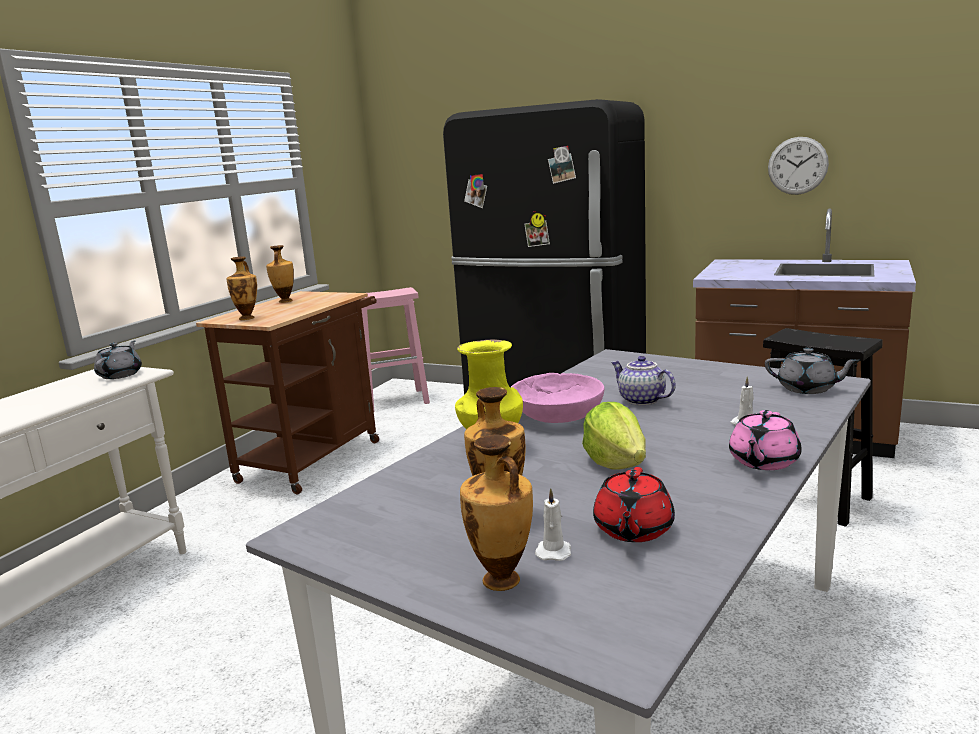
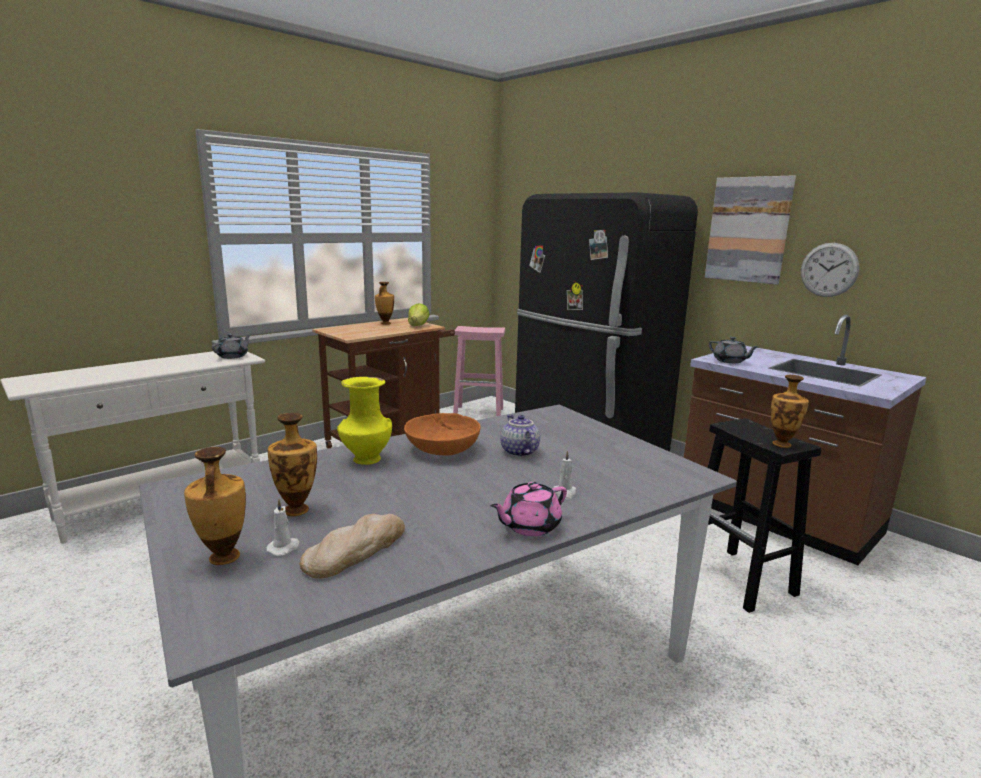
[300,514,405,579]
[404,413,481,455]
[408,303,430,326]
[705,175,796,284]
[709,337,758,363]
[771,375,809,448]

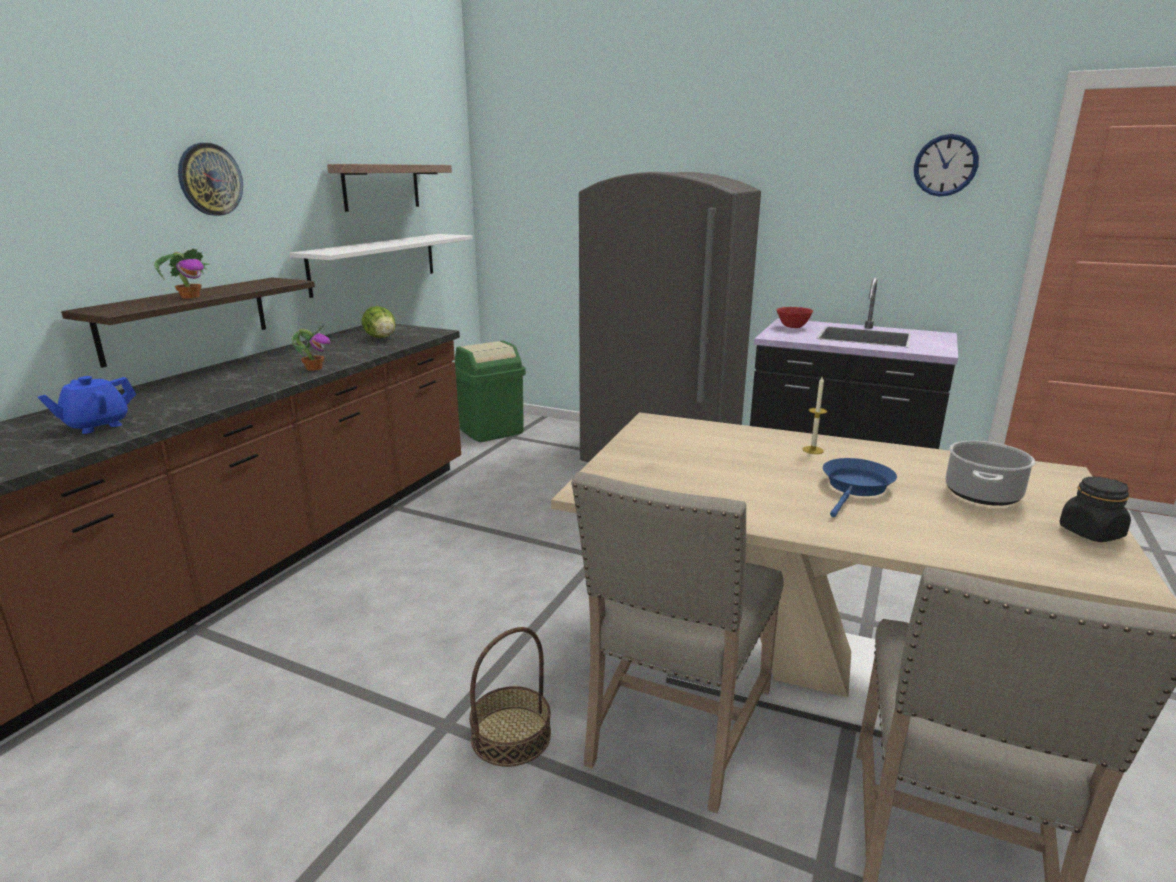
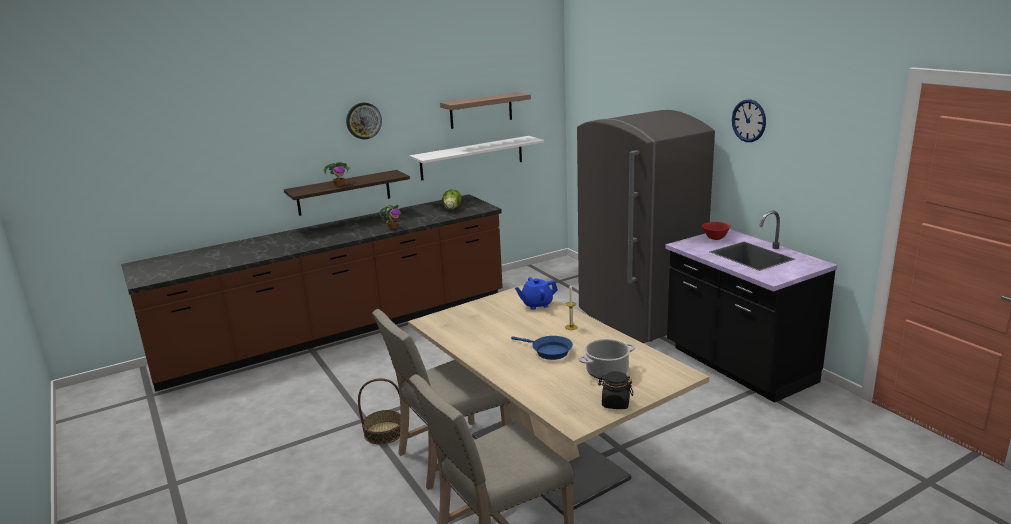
[511,336,573,360]
[515,277,558,310]
[732,99,766,142]
[455,341,526,442] (first image)

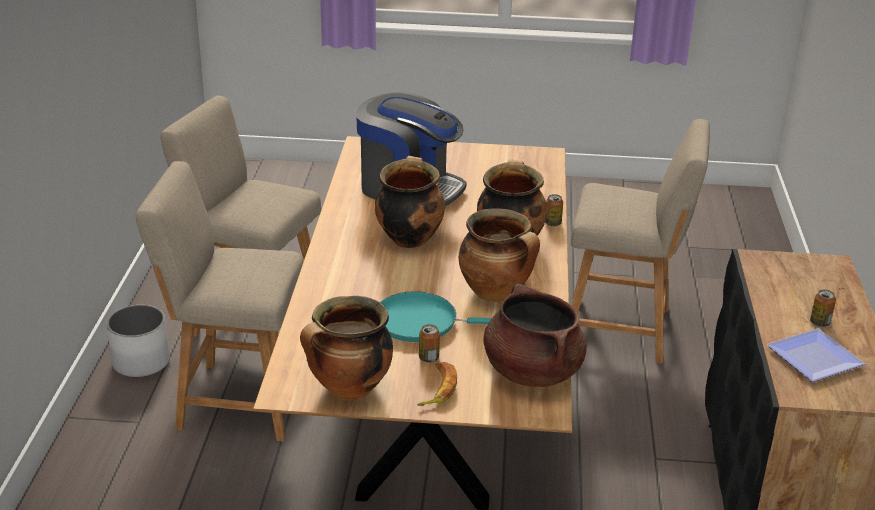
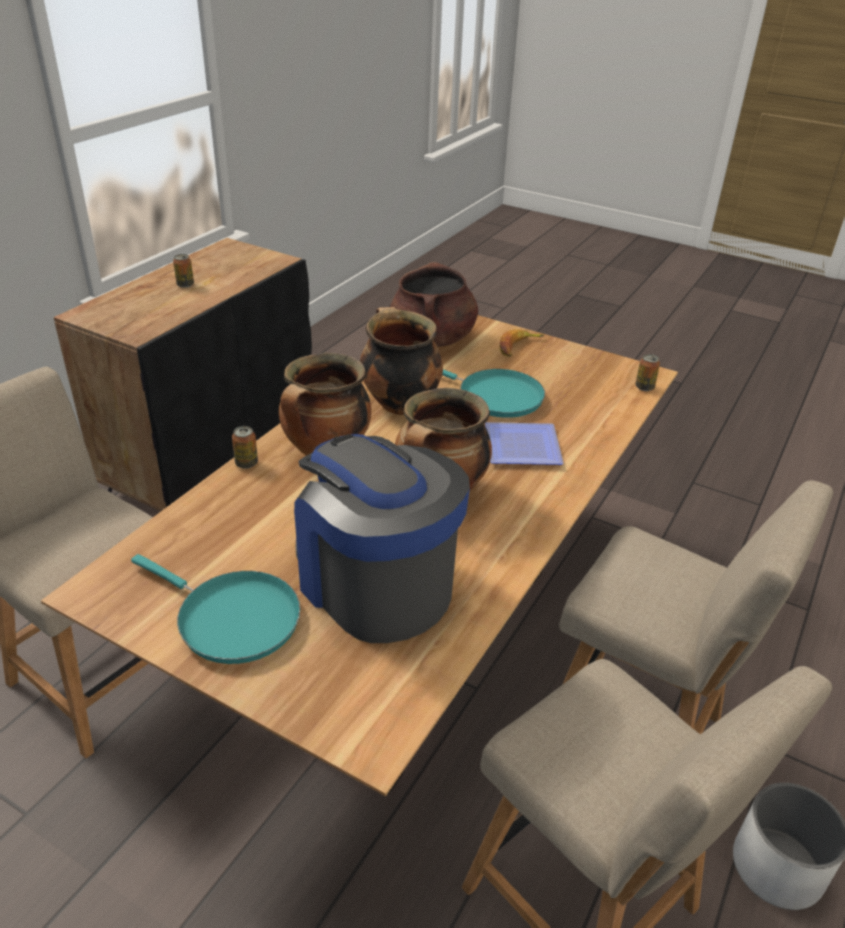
[131,554,300,664]
[485,422,564,465]
[635,354,660,391]
[300,296,393,400] (first image)

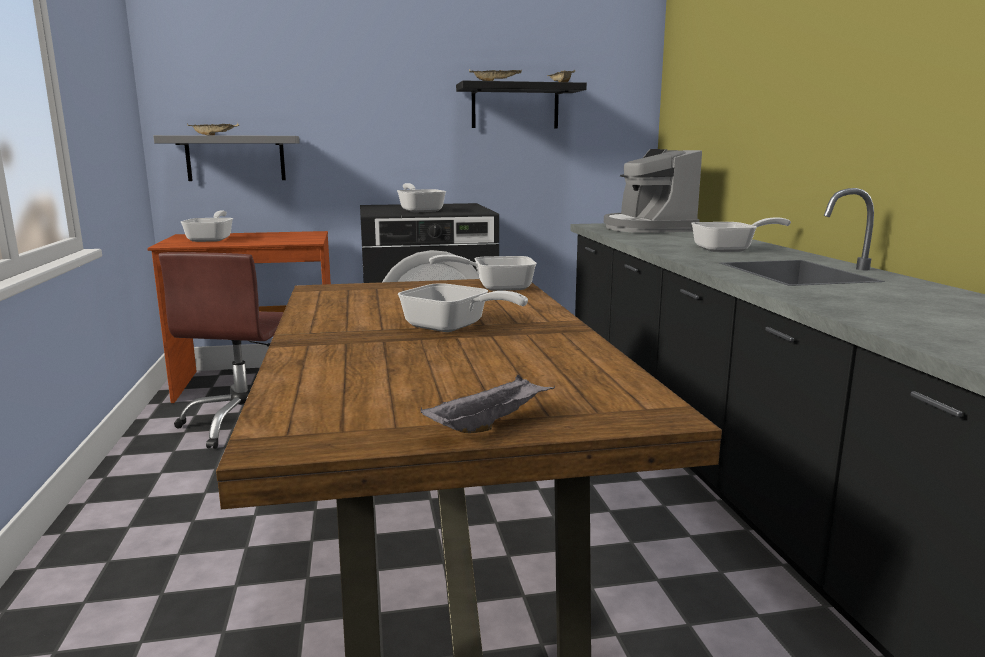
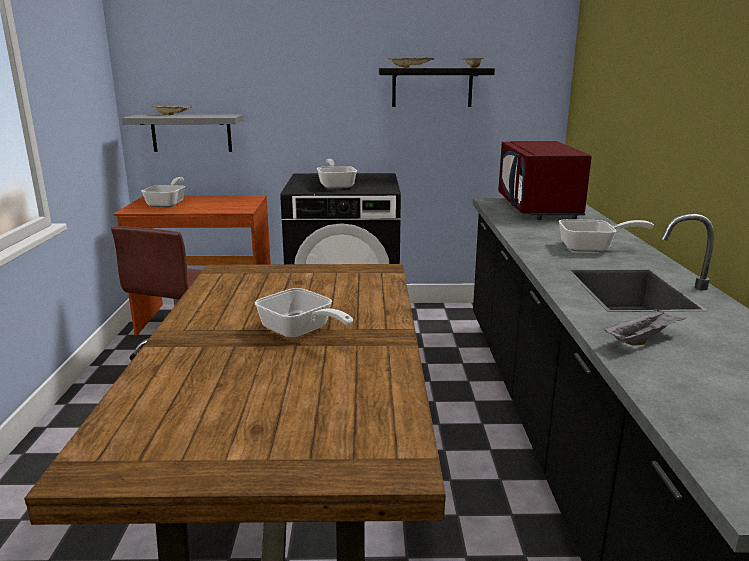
[498,141,592,220]
[604,308,686,346]
[429,255,537,291] (first image)

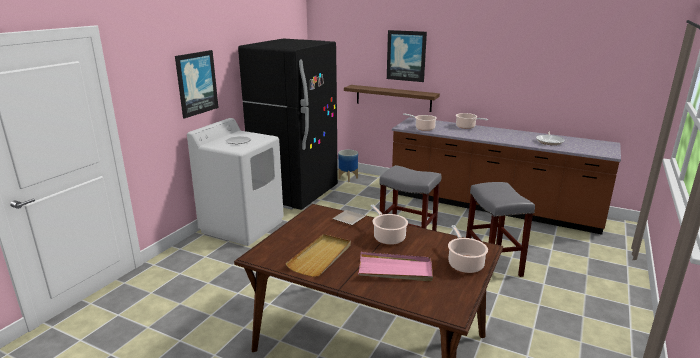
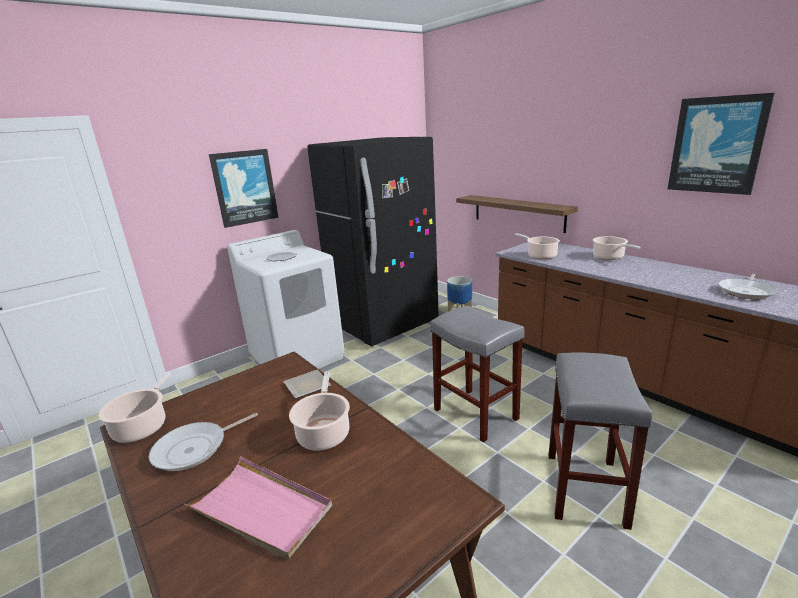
[98,369,178,443]
[149,413,258,471]
[668,93,775,195]

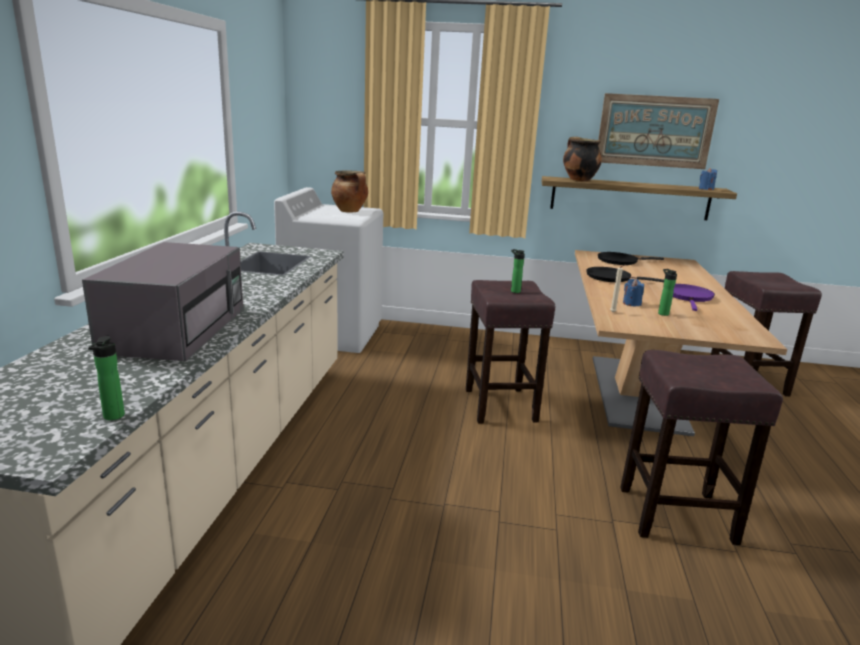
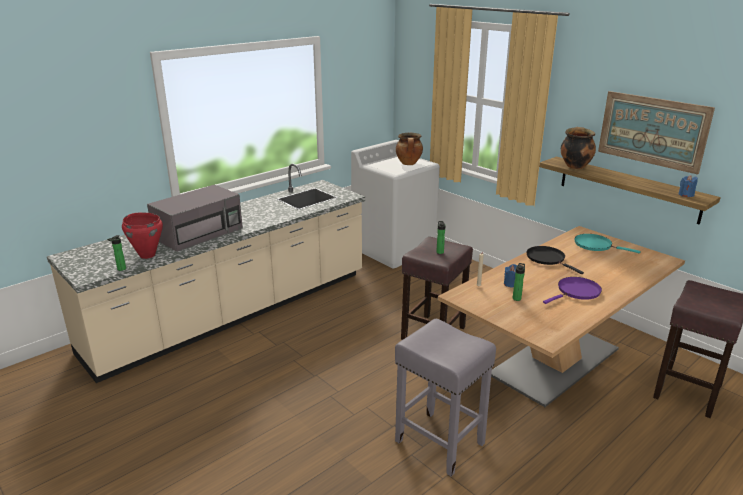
[122,212,163,259]
[395,319,496,477]
[574,234,640,253]

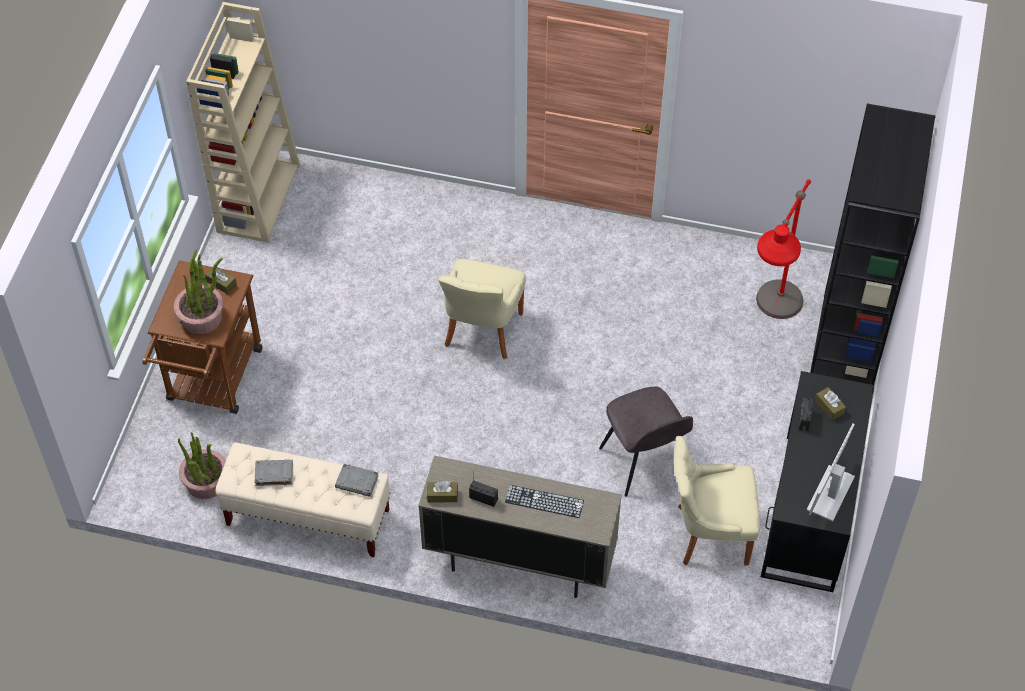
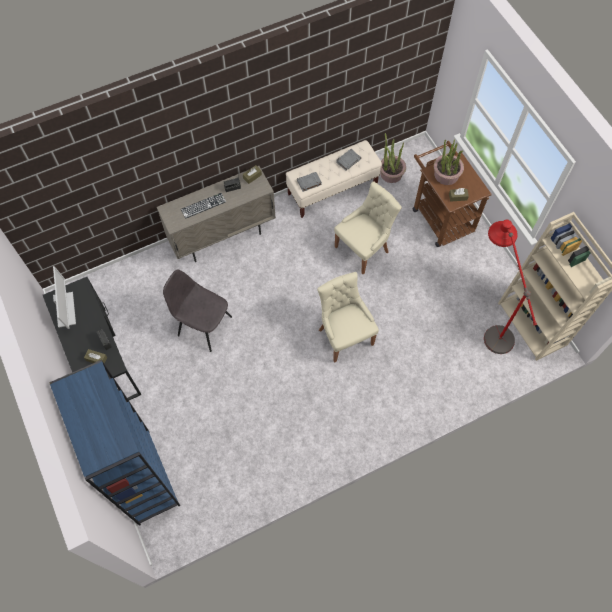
[49,360,180,526]
[334,181,402,274]
[484,220,537,354]

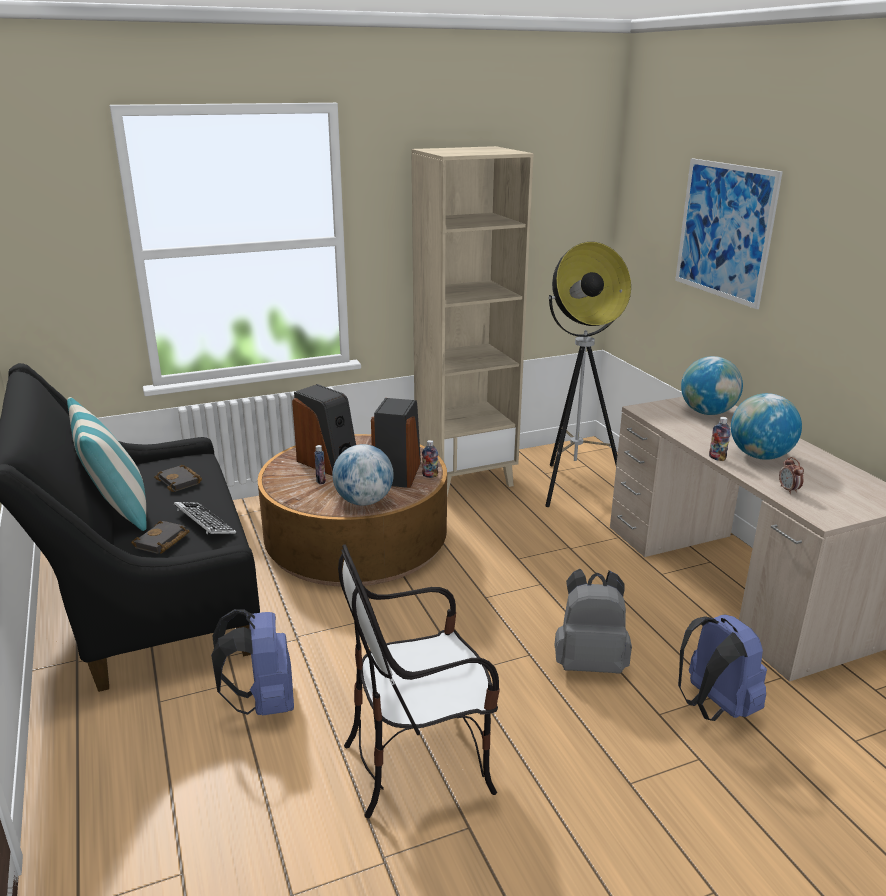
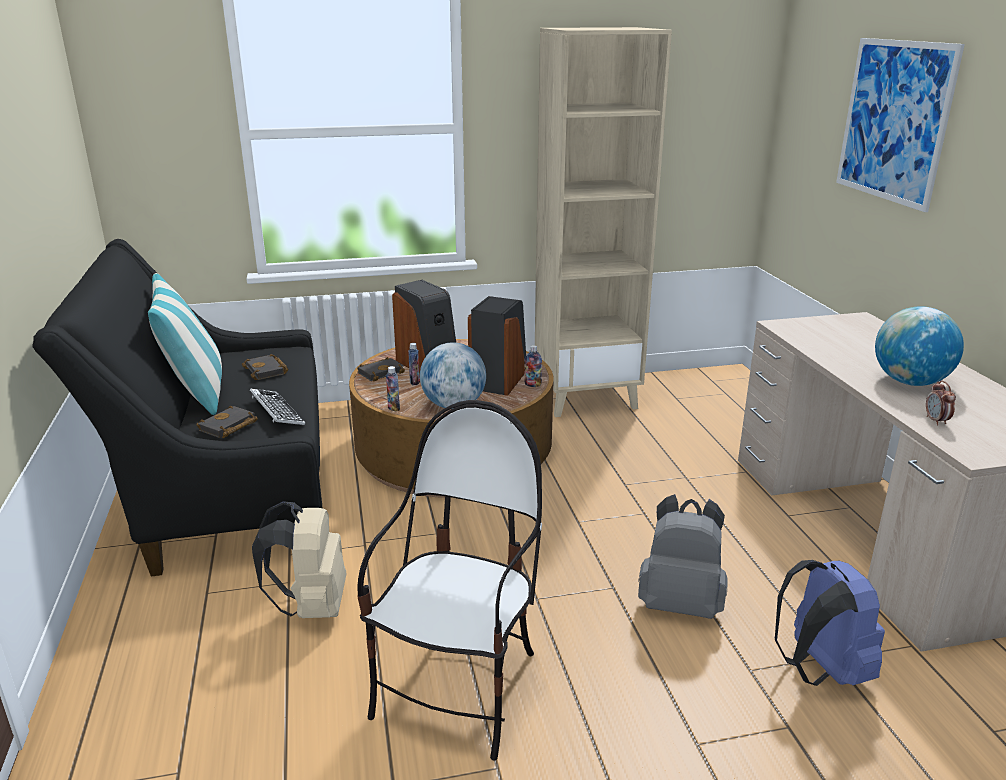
[252,501,346,618]
[357,357,405,382]
[357,400,542,761]
[386,366,400,411]
[545,242,631,507] (first image)
[681,356,743,415] (first image)

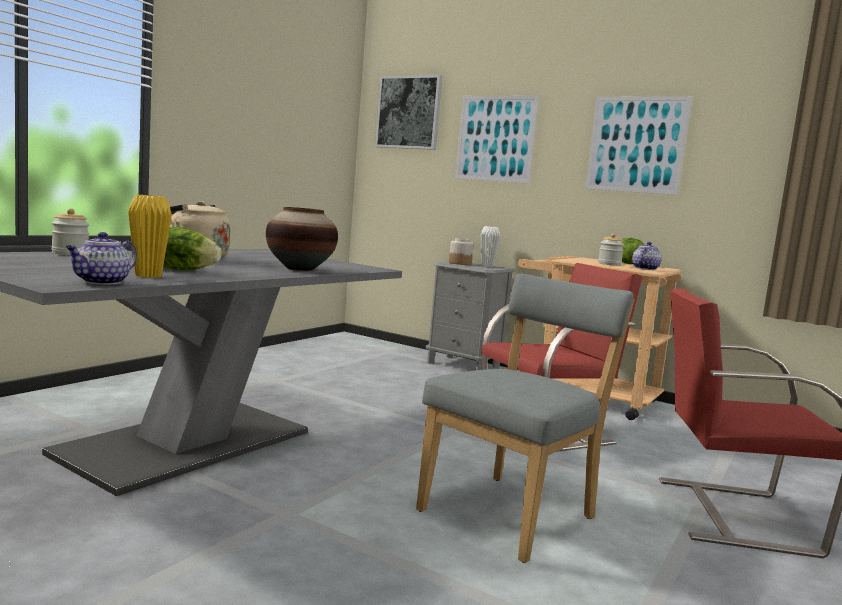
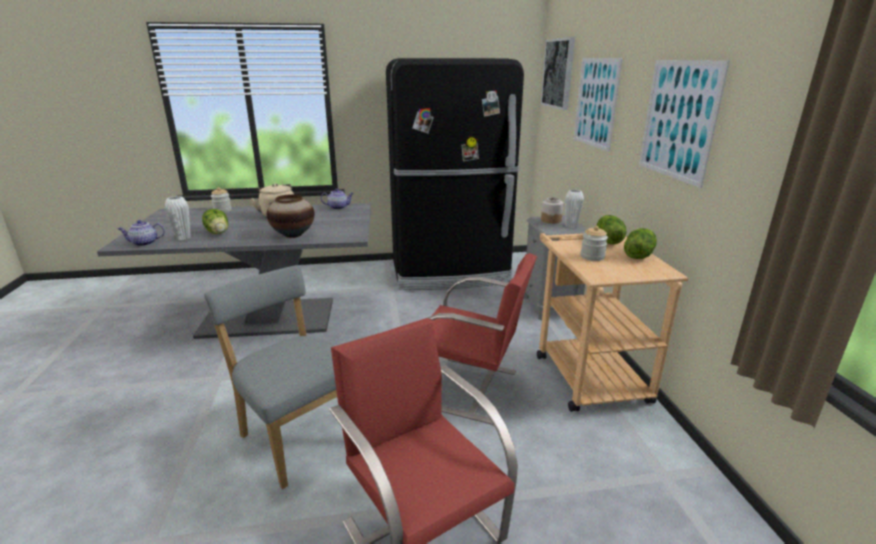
[165,196,191,240]
[204,265,337,489]
[321,188,354,209]
[386,58,524,290]
[597,215,626,244]

